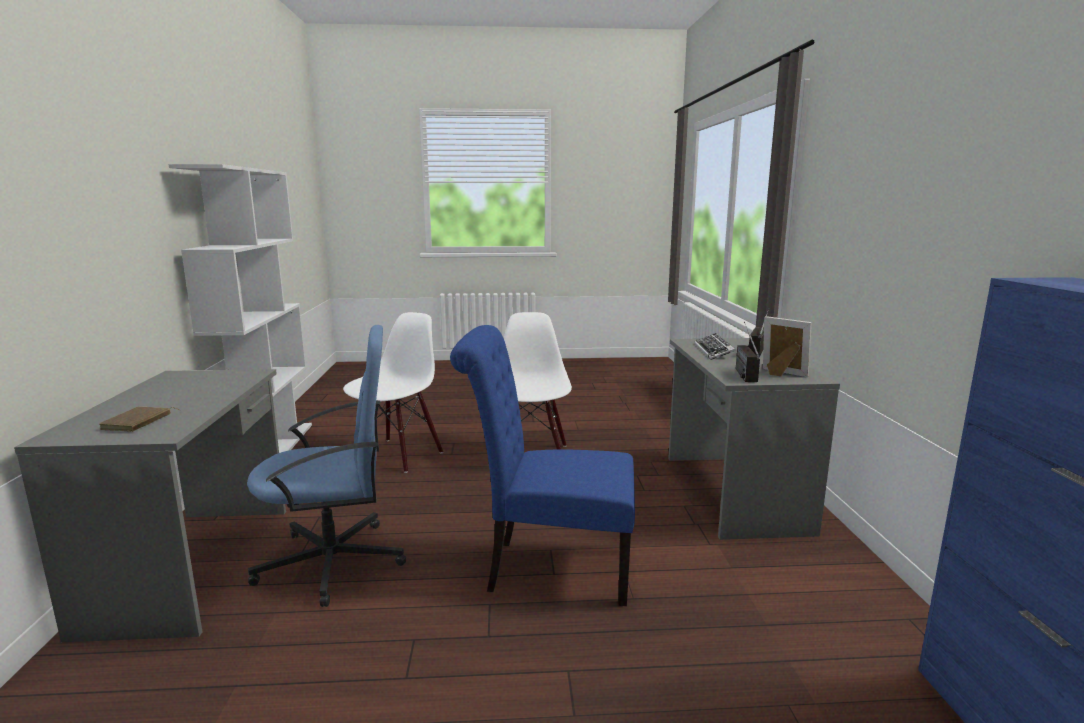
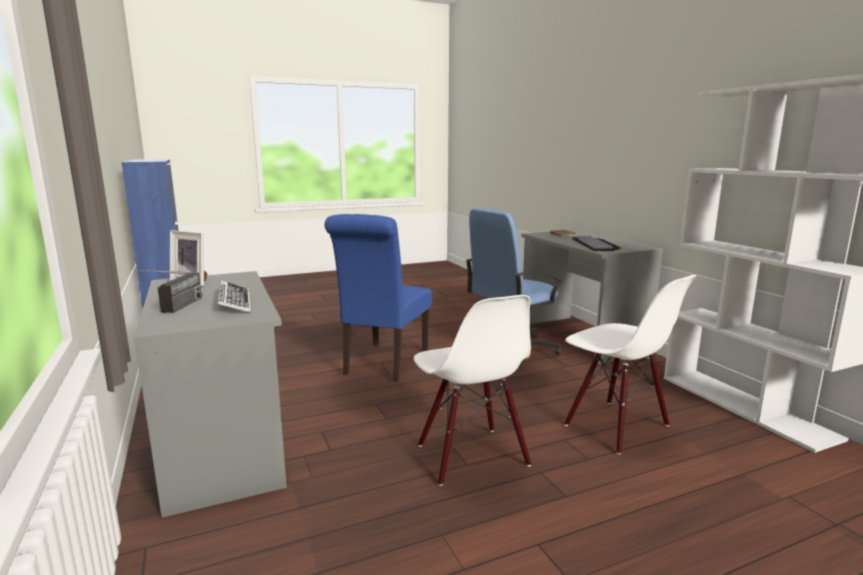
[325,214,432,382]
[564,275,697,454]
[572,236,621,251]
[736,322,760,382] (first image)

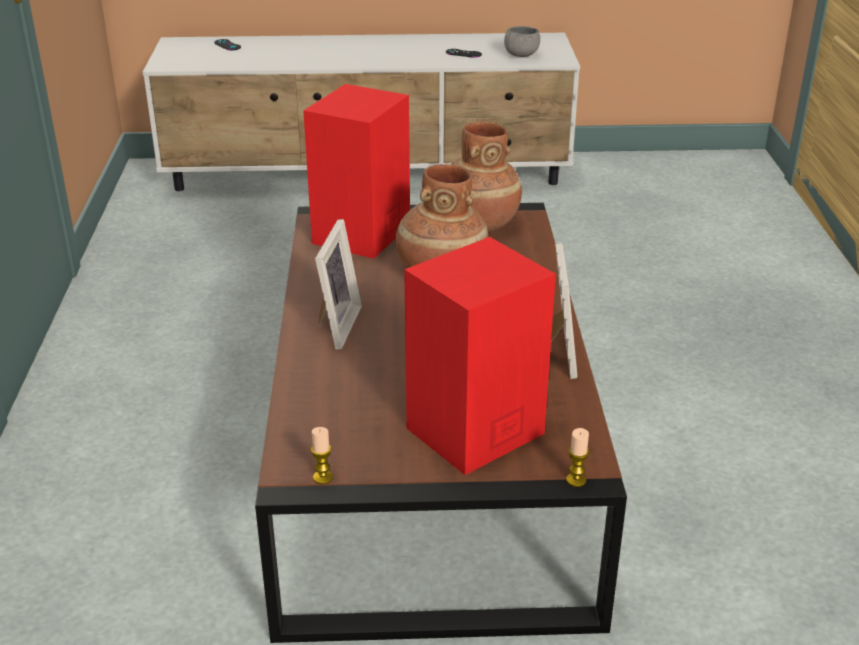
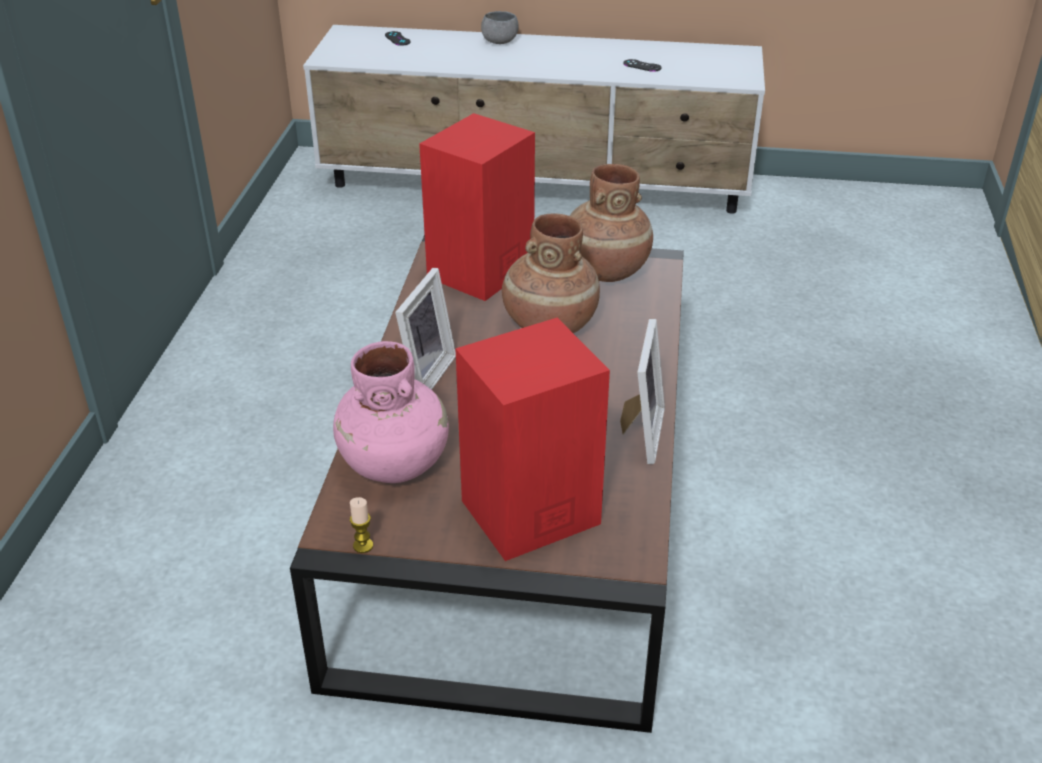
[333,341,449,483]
[481,11,519,44]
[566,428,589,487] (first image)

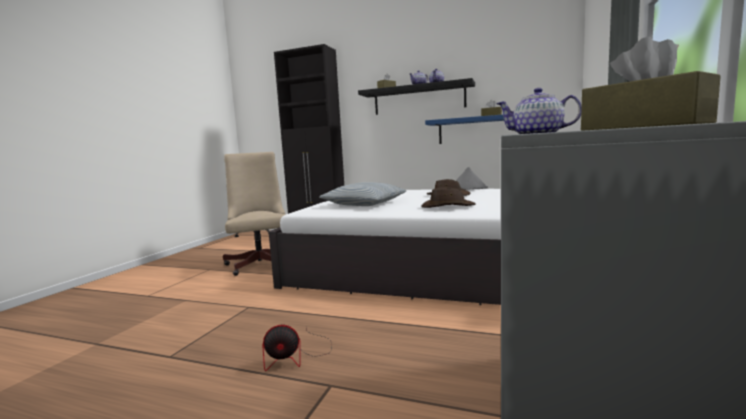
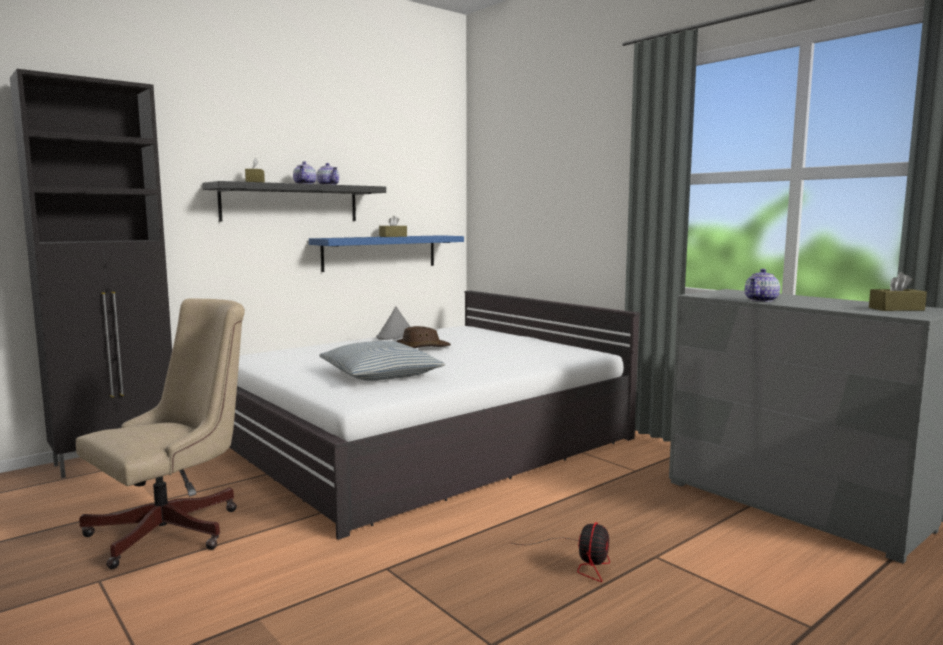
[76,298,245,569]
[421,187,476,208] (first image)

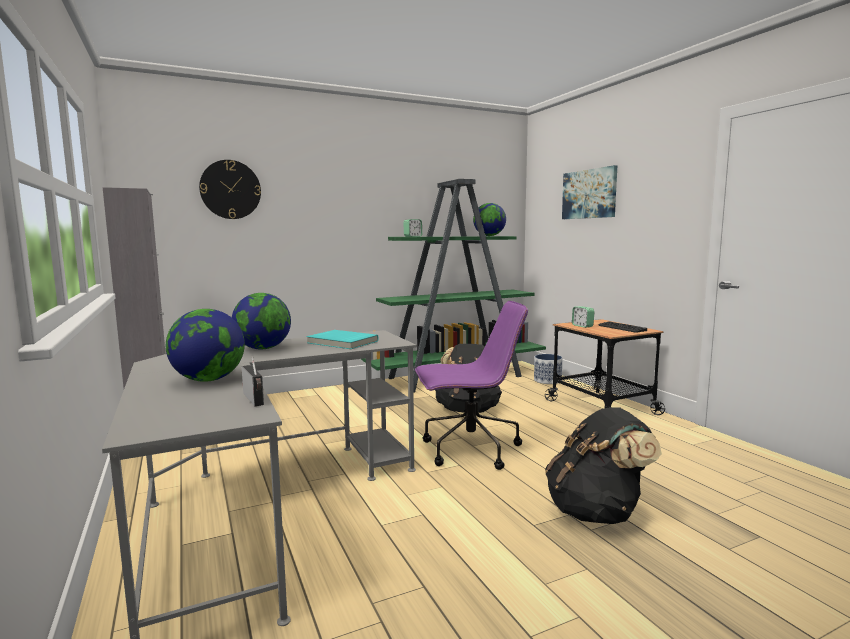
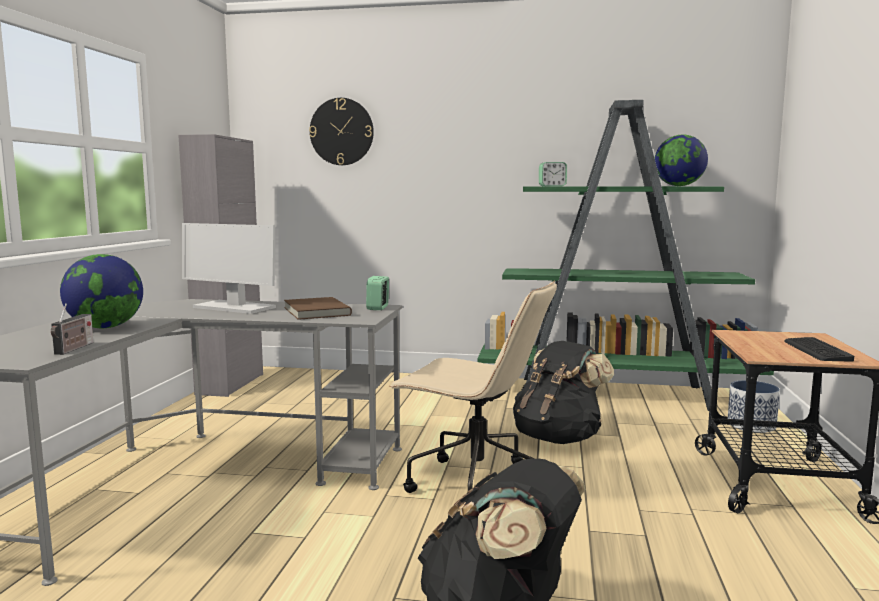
[182,223,276,314]
[284,297,352,320]
[366,276,389,310]
[389,281,557,493]
[562,165,617,219] (first image)

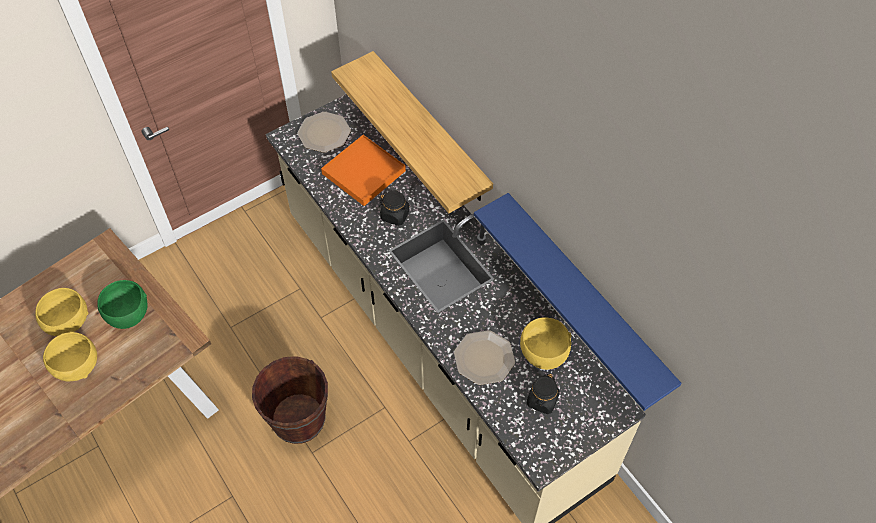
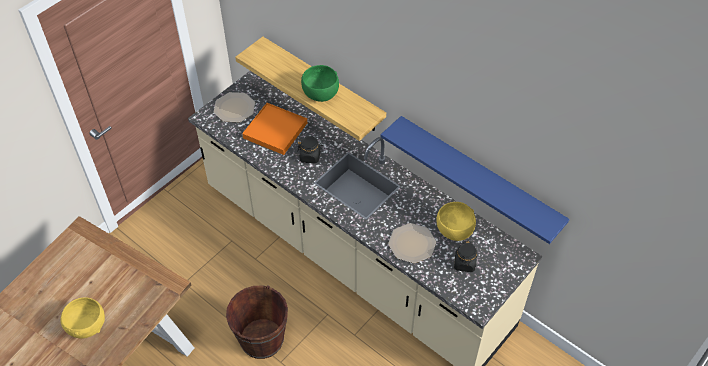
[301,65,339,102]
[35,288,88,336] (first image)

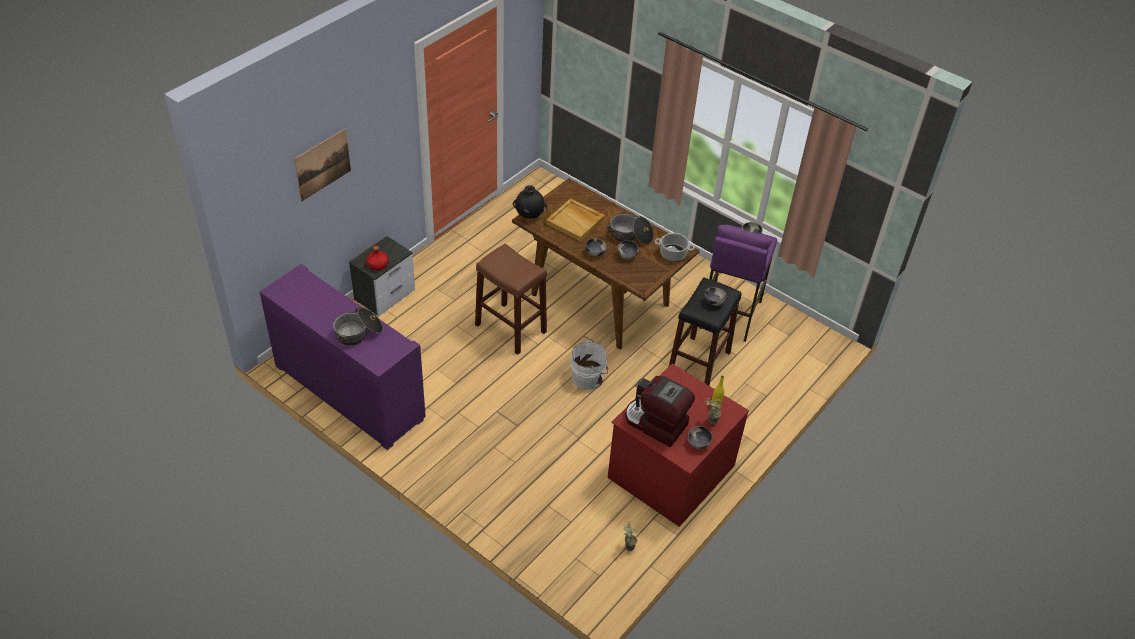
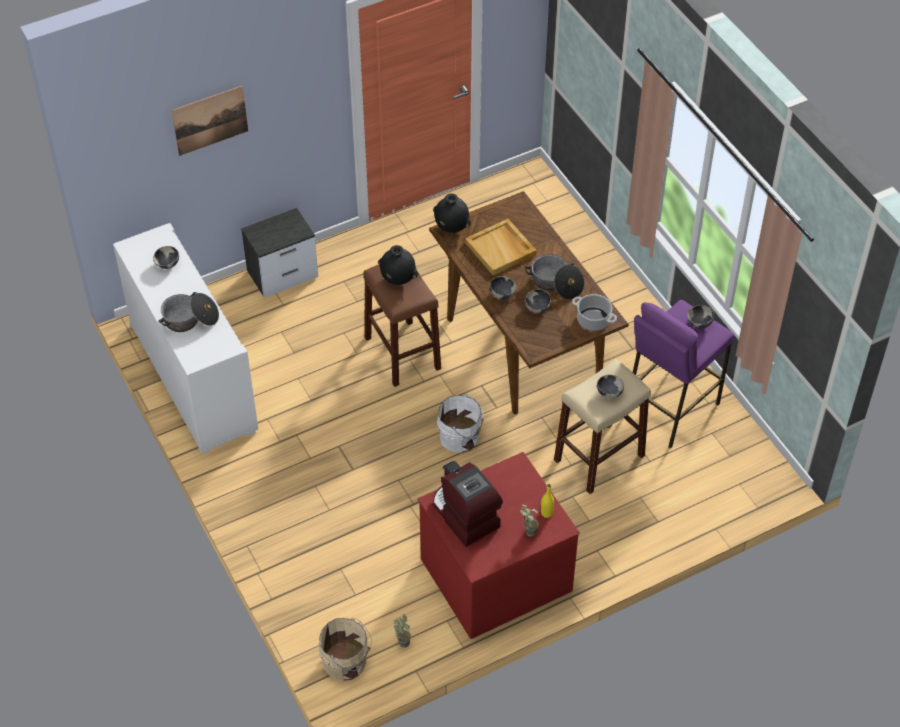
[113,223,258,455]
[153,246,179,269]
[319,618,372,681]
[378,245,418,285]
[554,359,651,494]
[366,246,389,270] (first image)

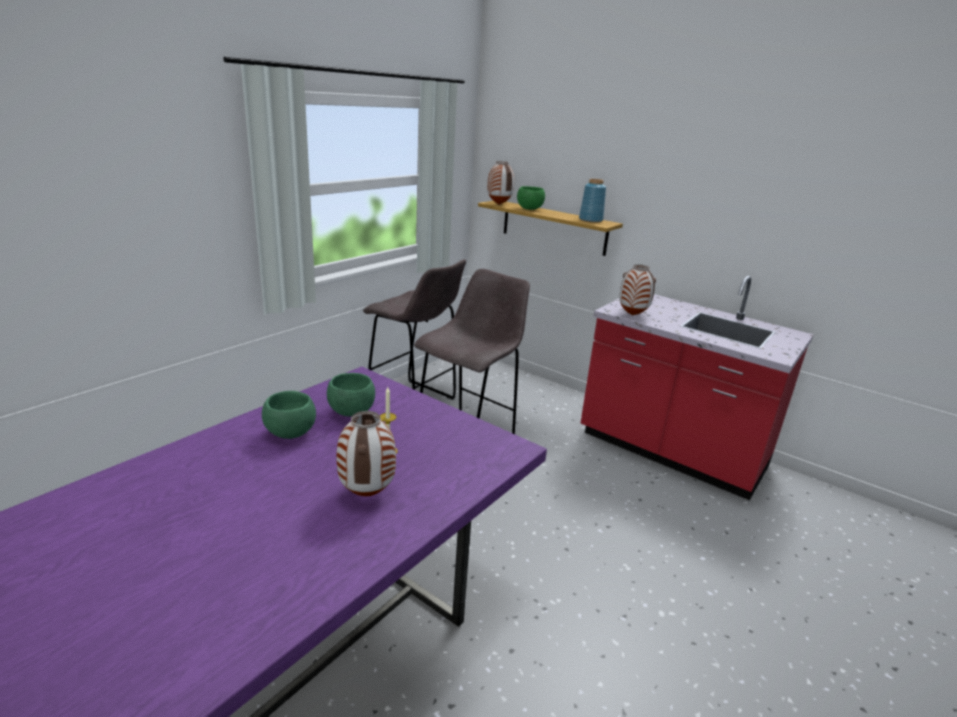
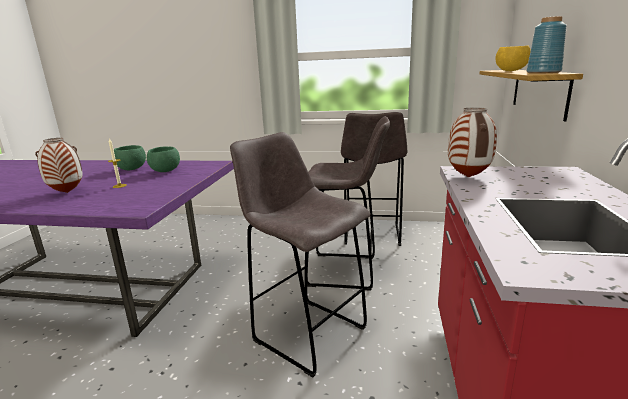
[230,132,371,378]
[495,45,531,71]
[487,161,514,205] (first image)

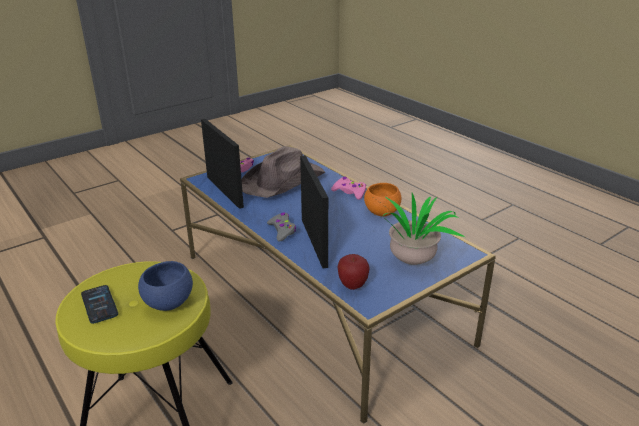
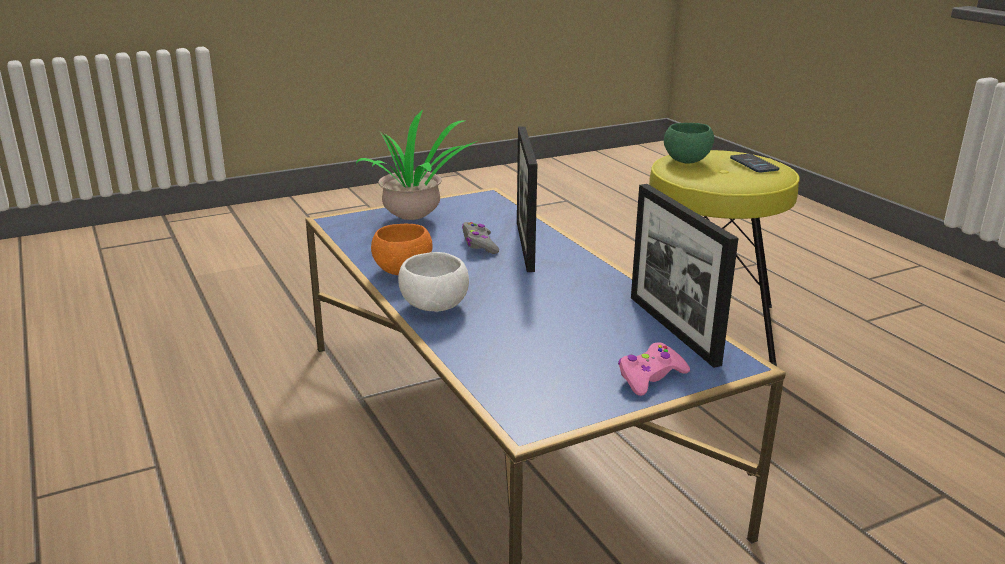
[398,252,469,312]
[462,222,499,254]
[664,123,714,164]
[242,146,326,198] (first image)
[337,254,370,290] (first image)

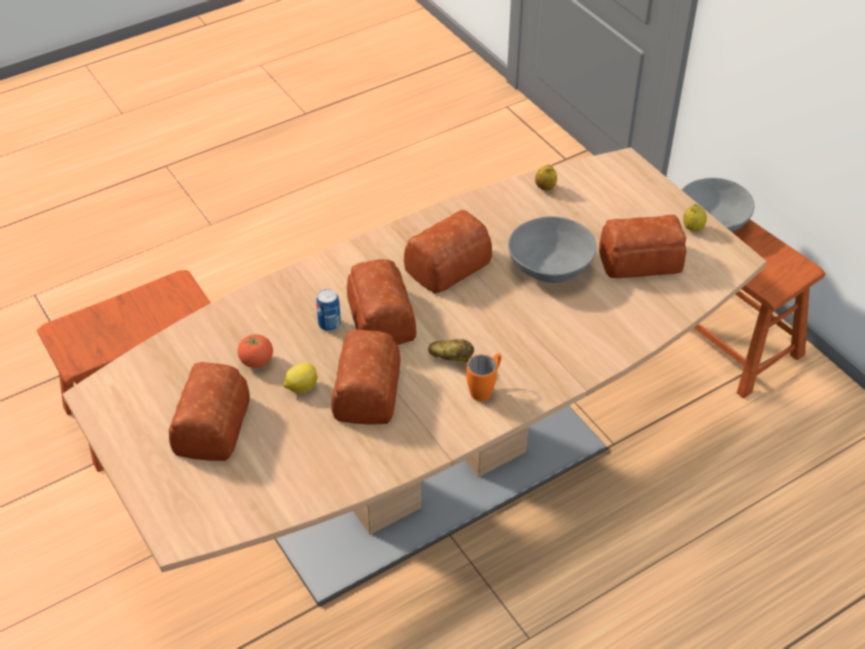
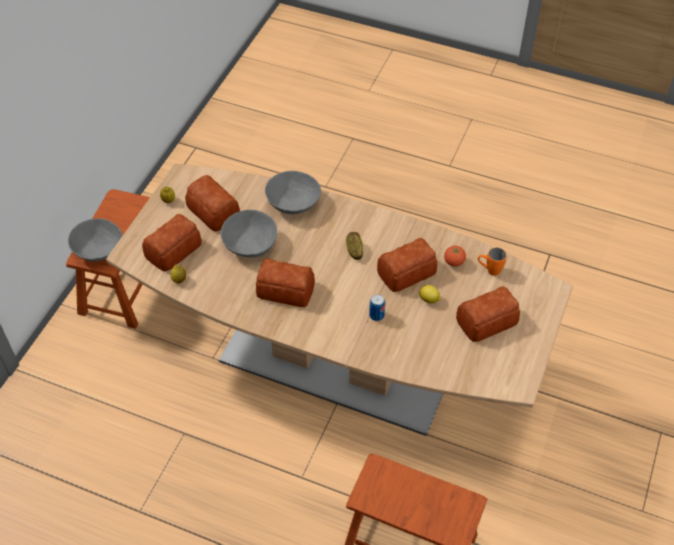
[142,214,202,272]
[265,171,321,214]
[444,246,466,267]
[478,248,507,276]

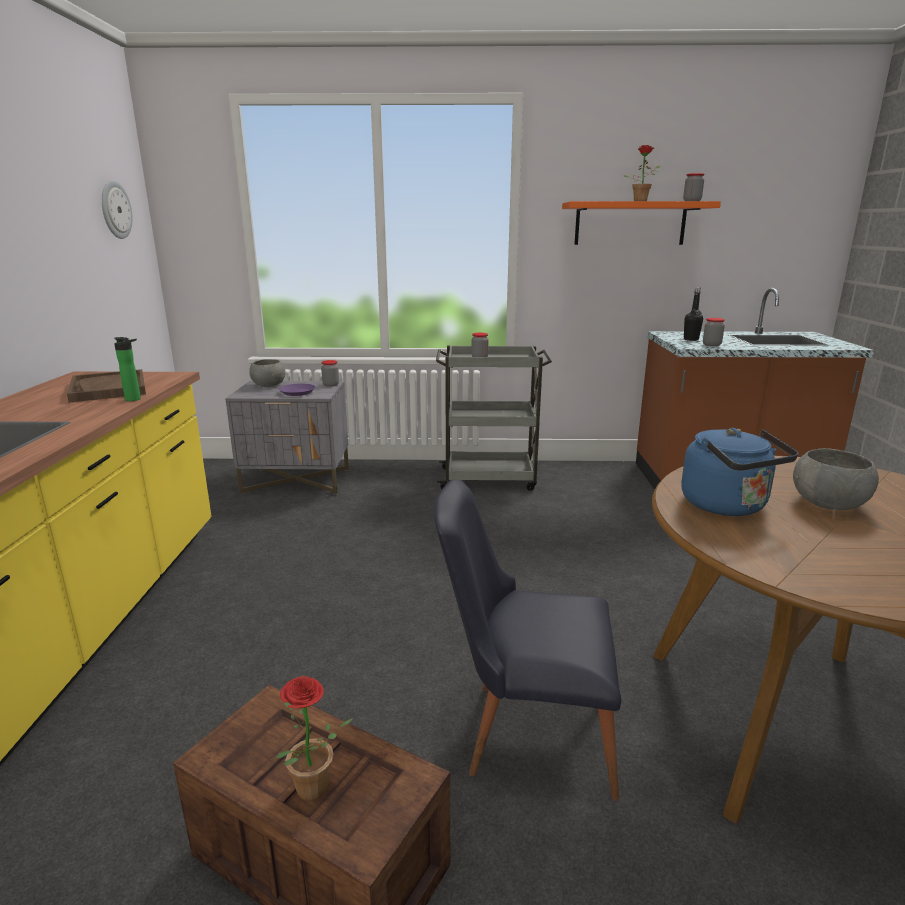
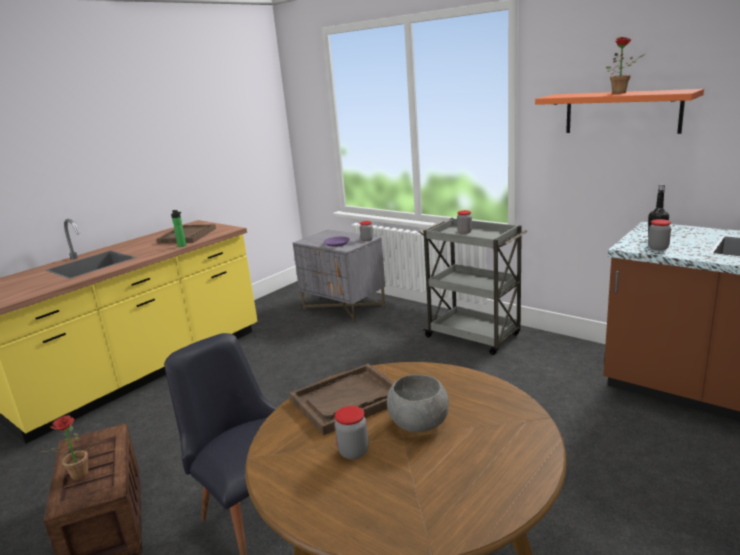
[290,364,394,435]
[335,406,369,459]
[102,181,133,239] (first image)
[249,359,285,387] (first image)

